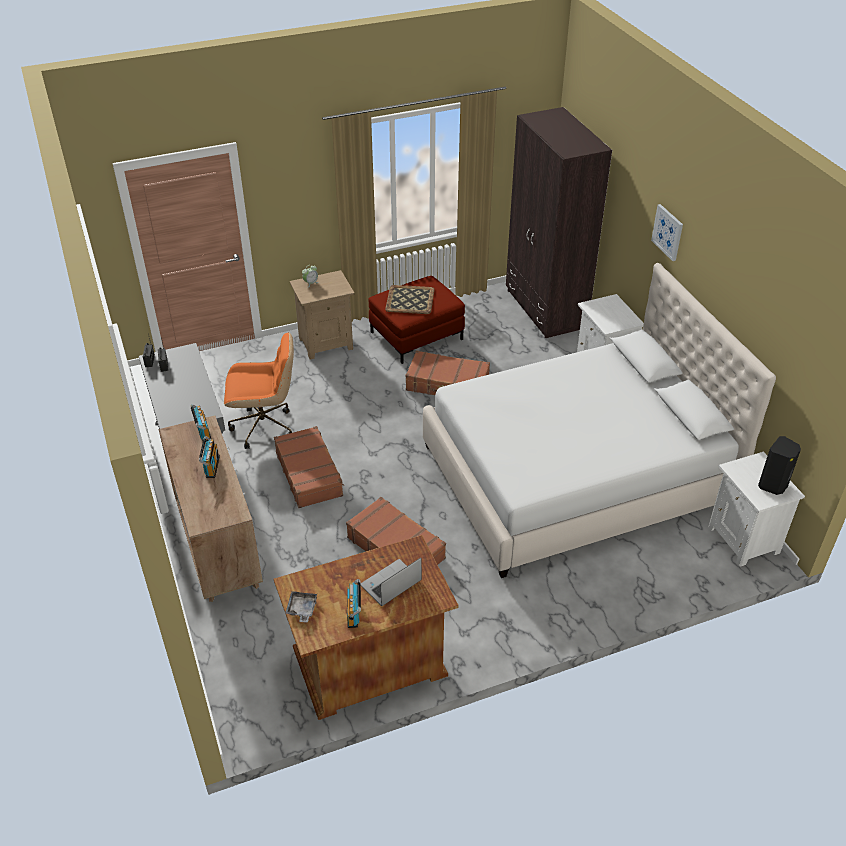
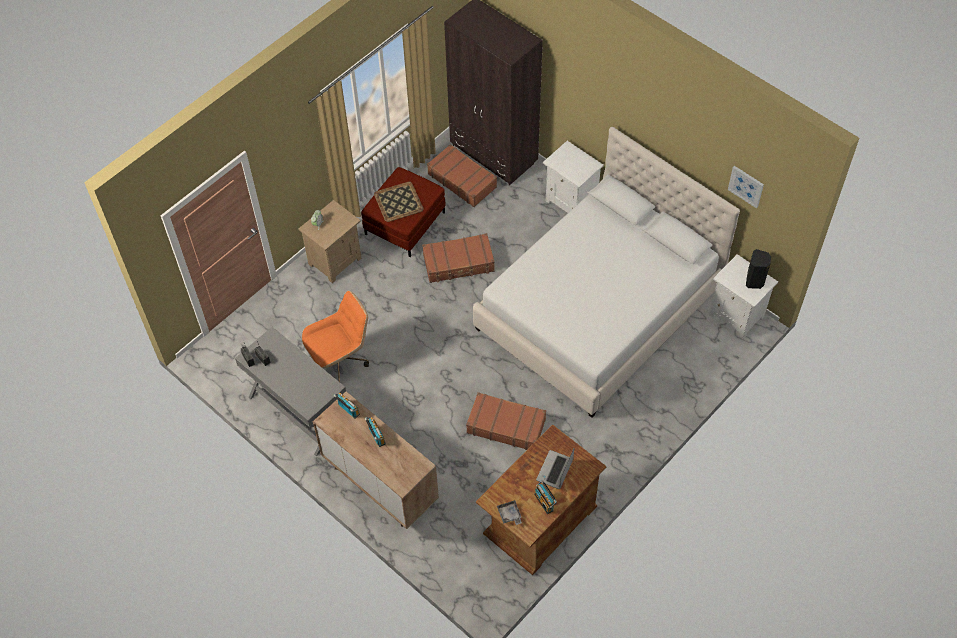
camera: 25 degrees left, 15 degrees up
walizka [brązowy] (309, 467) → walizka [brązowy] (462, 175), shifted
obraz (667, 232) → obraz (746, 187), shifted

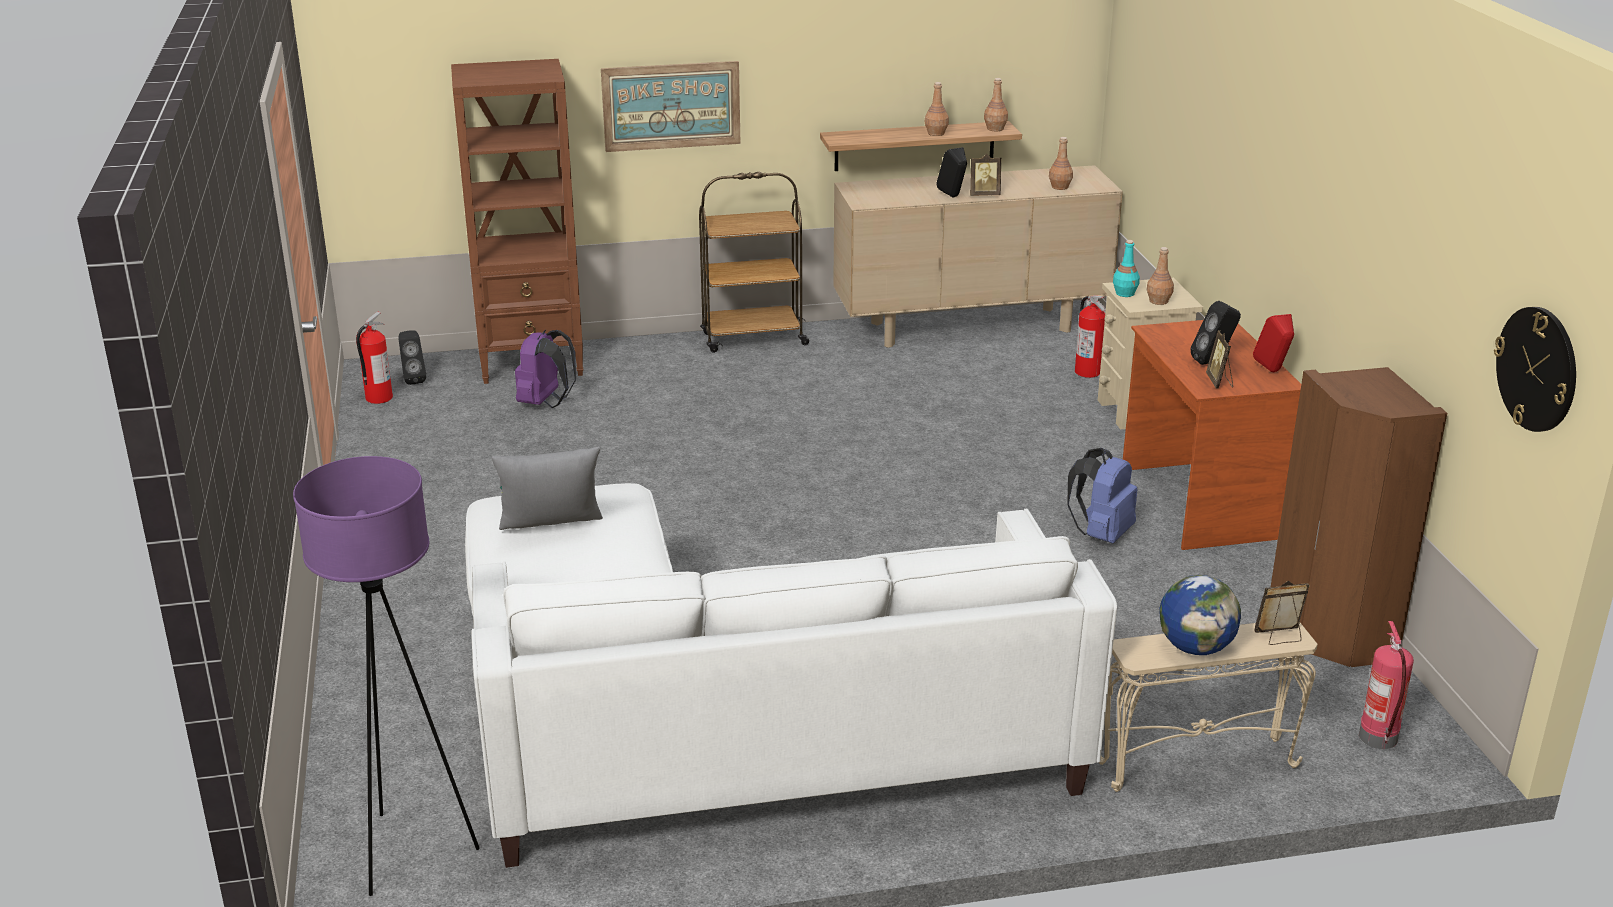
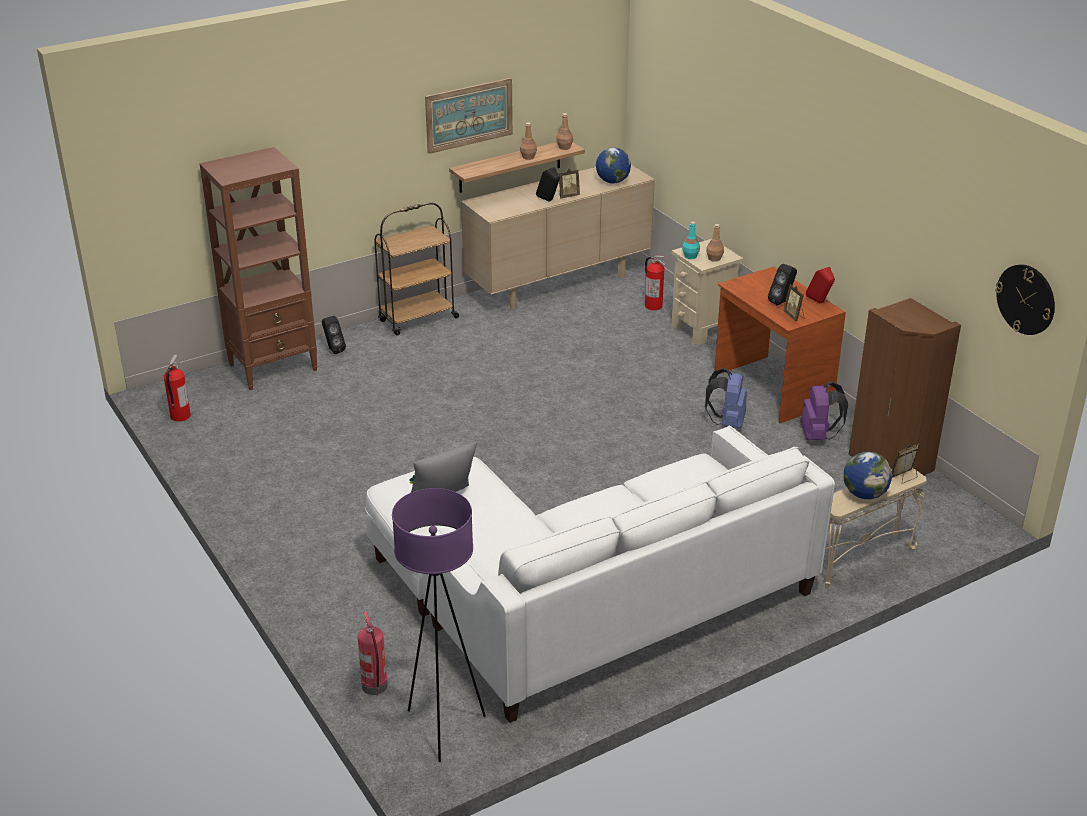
camera: 20 degrees left, 5 degrees up
głośnik [czarny] (412, 357) → głośnik [czarny] (334, 335), shifted
plecak [fioletowy] (545, 369) → plecak [fioletowy] (824, 411), shifted
obraz (671, 106) → obraz (469, 116), shifted
gaśnica (1386, 685) → gaśnica (372, 653), shifted
butelka [brązowy] (1061, 163) → globus (613, 165)

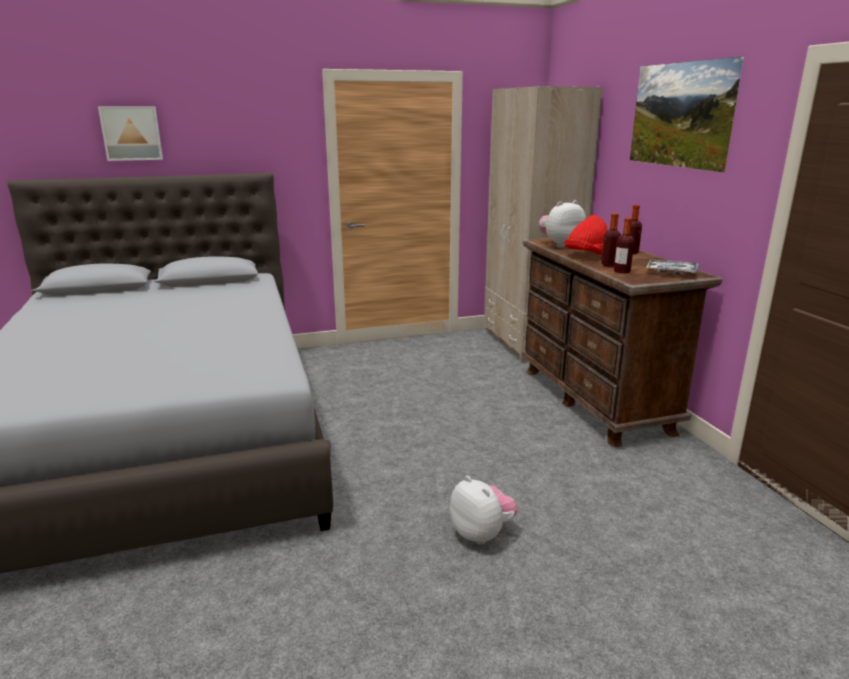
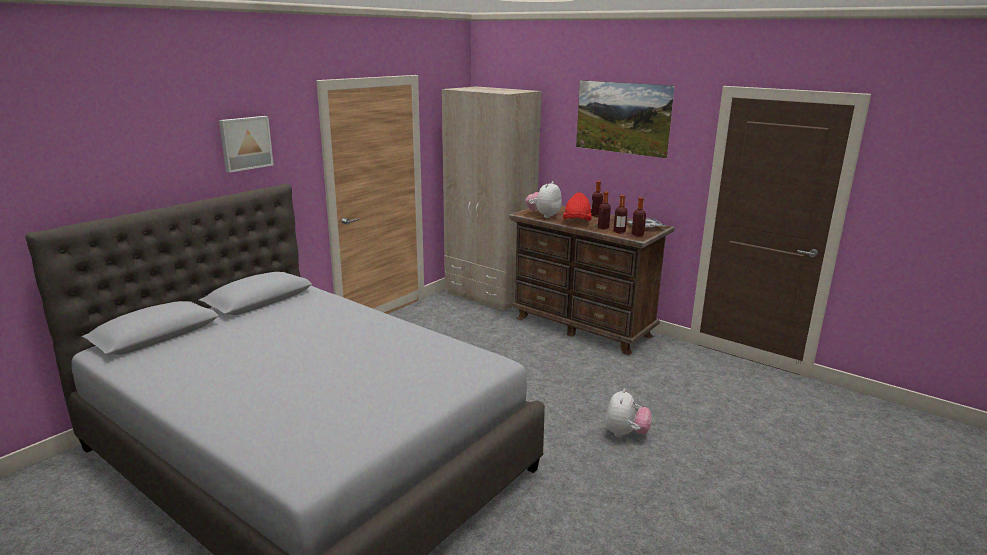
camera: 35 degrees left, 0 degrees up
- → butelka (639, 217)
obraz (130, 133) → obraz (246, 144), shifted
pluszak (484, 510) → pluszak (628, 413), 90 degrees clockwise

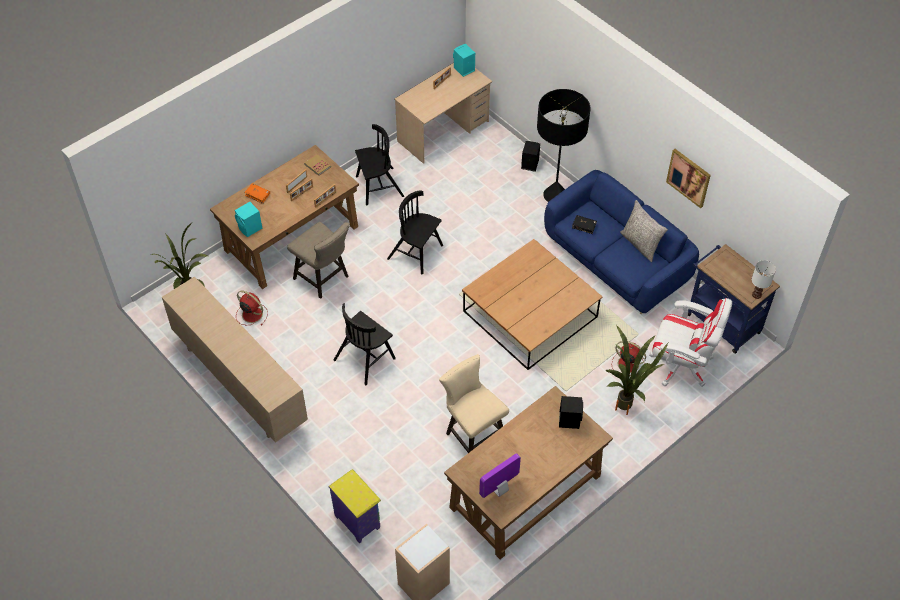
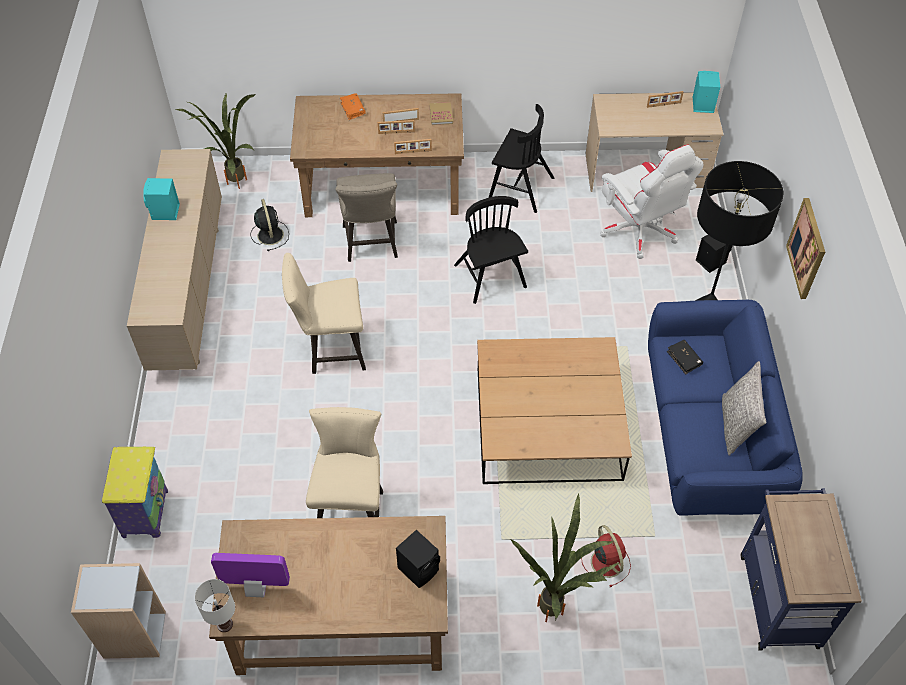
camera: 40 degrees right, 0 degrees up
głośnik [turkusowy] (248, 219) → głośnik [turkusowy] (161, 199), shifted
krzesło biurowe [biały] (690, 342) → krzesło biurowe [biały] (652, 201), shifted
obraz (688, 178) → obraz (805, 248), shifted
lampa stołowa [biały] (764, 279) → lampa stołowa [biały] (215, 605), shifted
krzesło [czarny] (365, 344) → stołek [beżowy] (324, 313)
wentylator [czerwony] (252, 308) → wentylator [czarny] (269, 225)

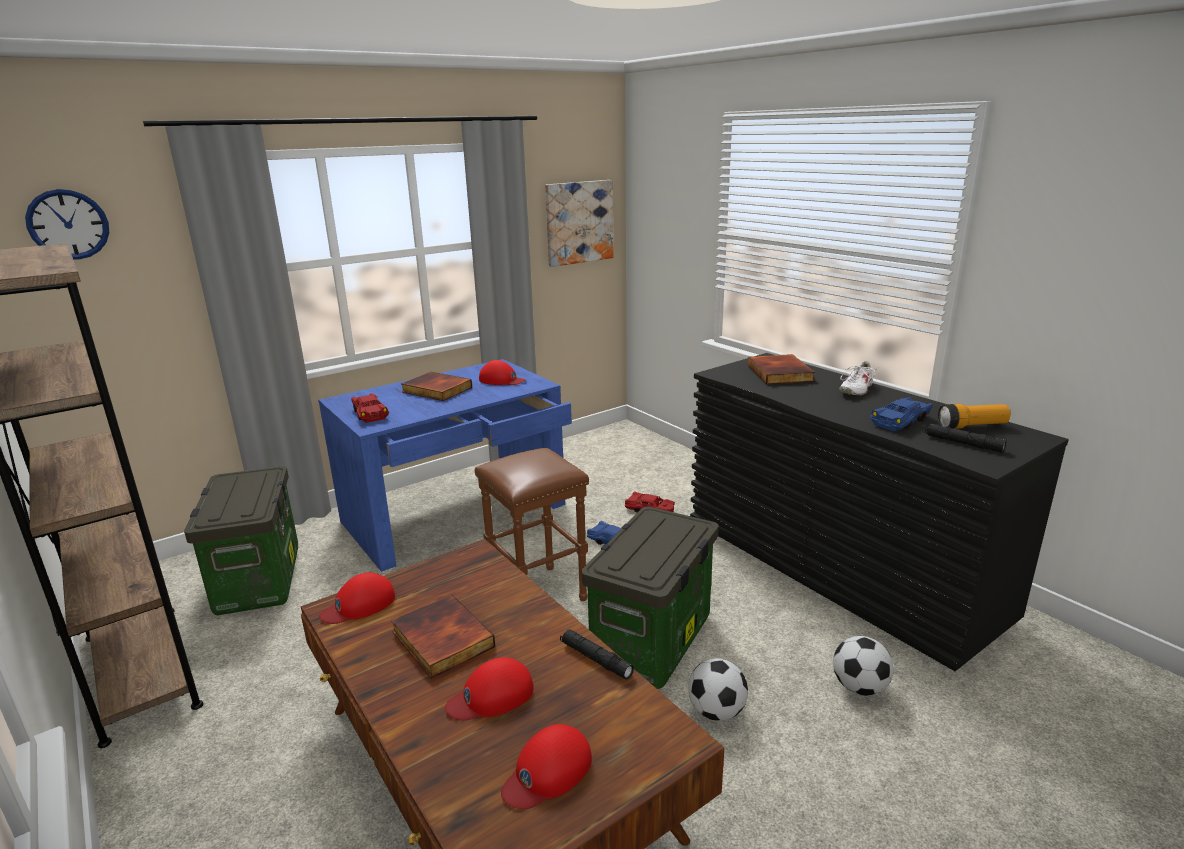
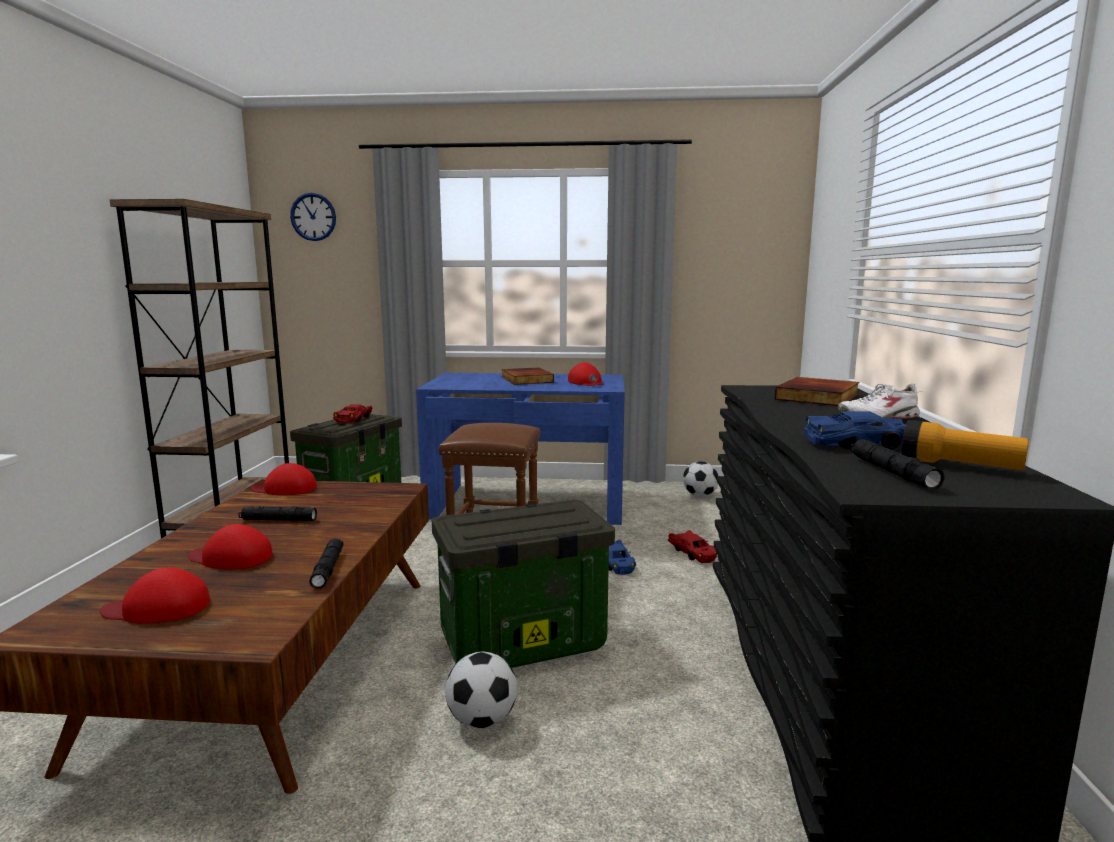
camera: 40 degrees right, 10 degrees down
obraz (579, 223) → -
samochodzik [czerwony] (370, 408) → samochodzik [czerwony] (352, 413), shifted
piłka futbolowa (863, 666) → piłka futbolowa (700, 479), shifted
książka (443, 637) → latarka [czarny] (277, 513)

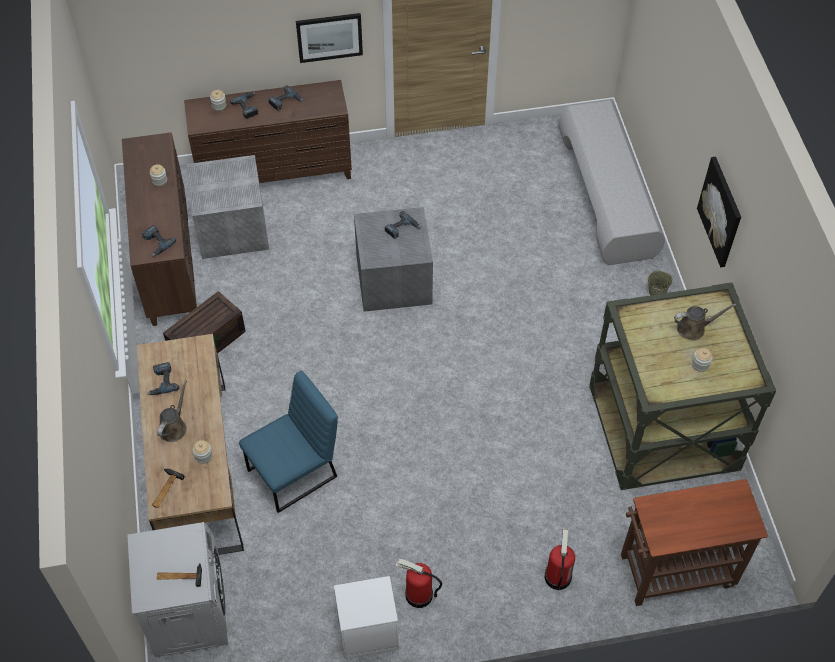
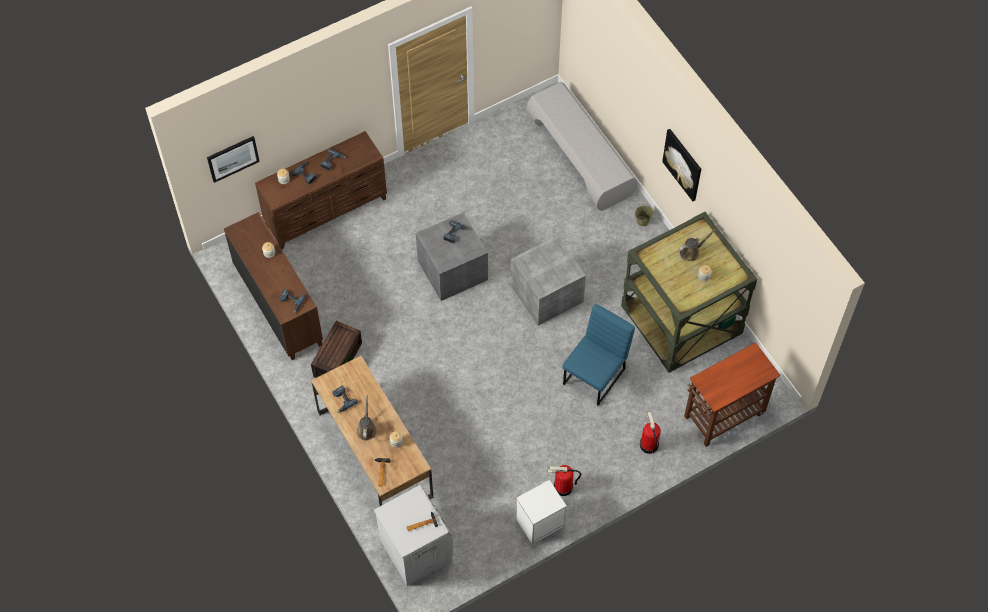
camera: 20 degrees left, 5 degrees up
pojemnik do przechowywania [szary] (228, 207) → pojemnik do przechowywania [szary] (548, 280), shifted
krzesło [niebieski] (288, 441) → krzesło [niebieski] (598, 355), shifted
obraz (329, 38) → obraz (233, 159), shifted

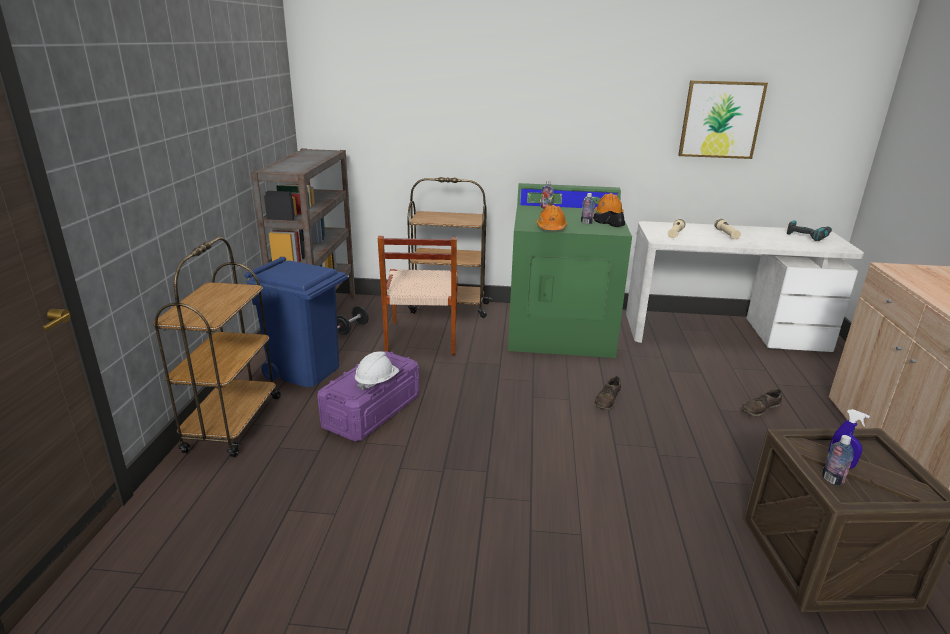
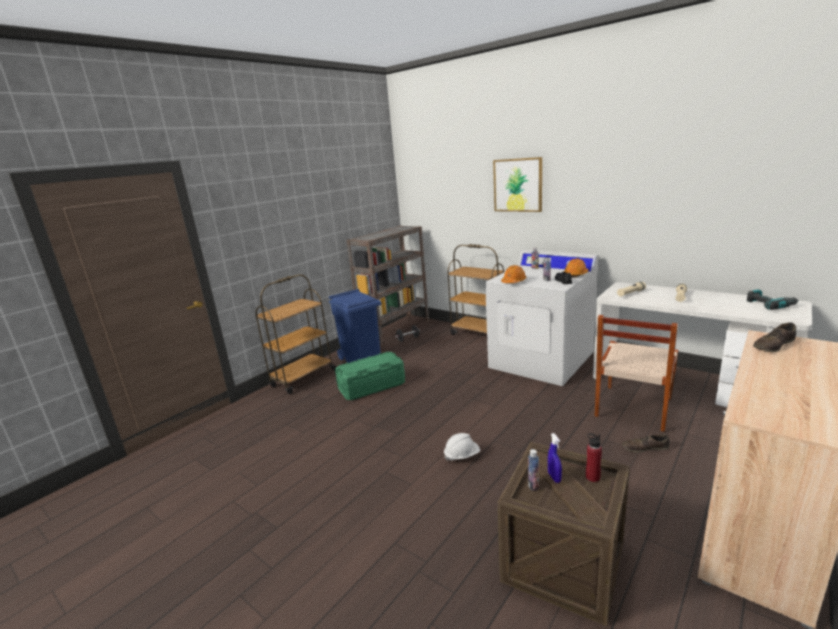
camera: 35 degrees right, 5 degrees down
- → butelka [czerwony] (594, 457)
kask [biały] (377, 370) → kask [biały] (462, 447), shifted
krzesło (418, 295) → krzesło (636, 373), shifted
but [brązowy] (607, 393) → but [brązowy] (774, 337), shifted
obraz (723, 119) → obraz (517, 184), shifted
pojemnik do przechowywania [fioletowy] (368, 396) → pojemnik do przechowywania [zielony] (370, 376)
pralka [zielony] (570, 270) → pralka [biały] (542, 317)

